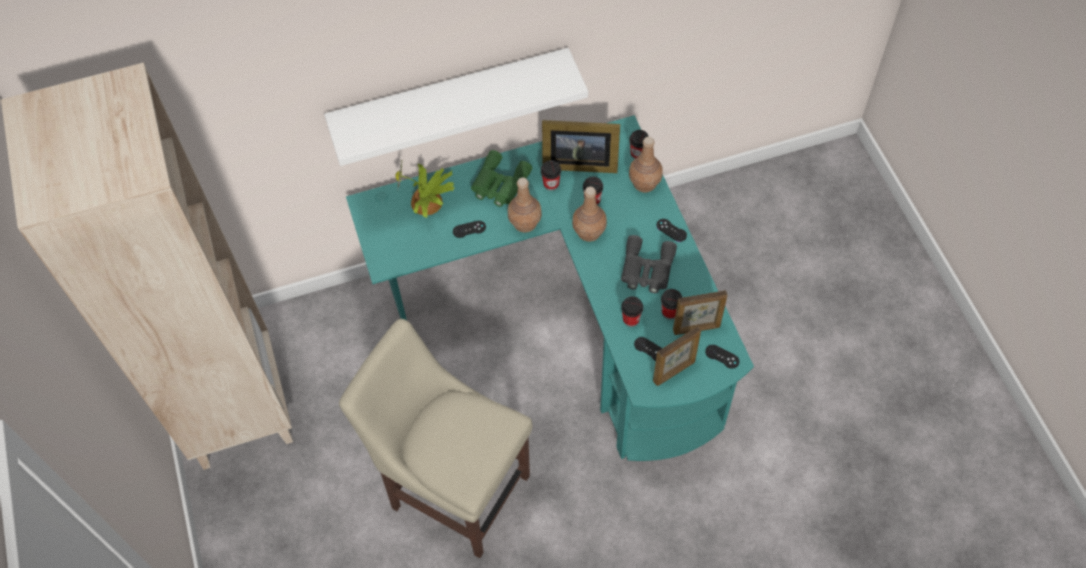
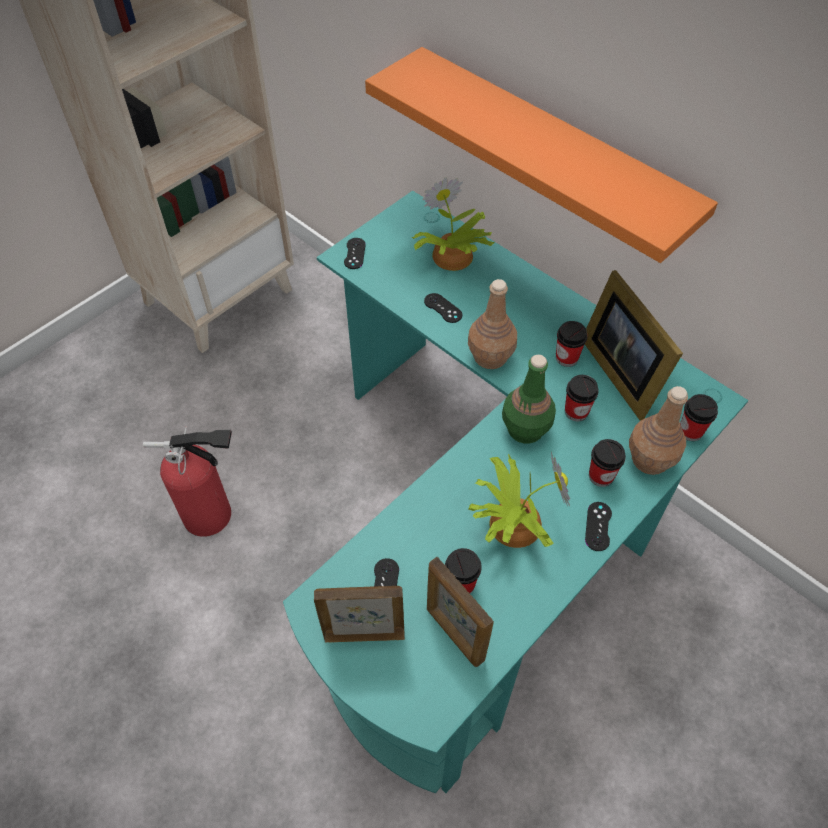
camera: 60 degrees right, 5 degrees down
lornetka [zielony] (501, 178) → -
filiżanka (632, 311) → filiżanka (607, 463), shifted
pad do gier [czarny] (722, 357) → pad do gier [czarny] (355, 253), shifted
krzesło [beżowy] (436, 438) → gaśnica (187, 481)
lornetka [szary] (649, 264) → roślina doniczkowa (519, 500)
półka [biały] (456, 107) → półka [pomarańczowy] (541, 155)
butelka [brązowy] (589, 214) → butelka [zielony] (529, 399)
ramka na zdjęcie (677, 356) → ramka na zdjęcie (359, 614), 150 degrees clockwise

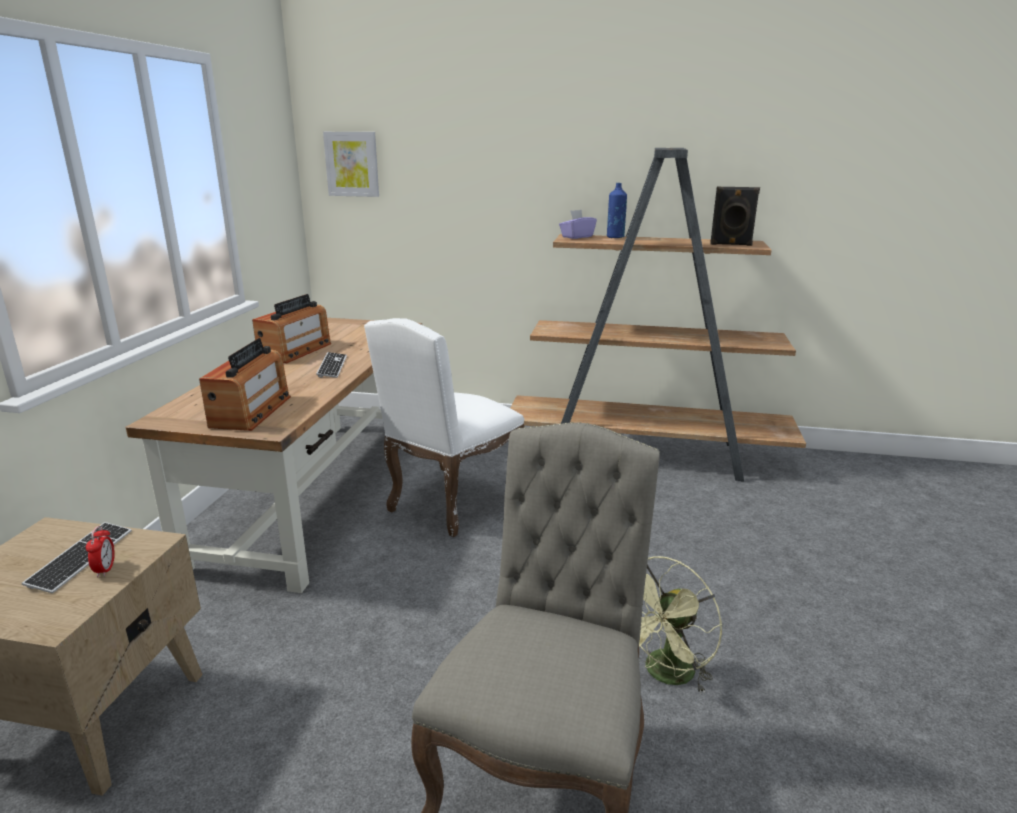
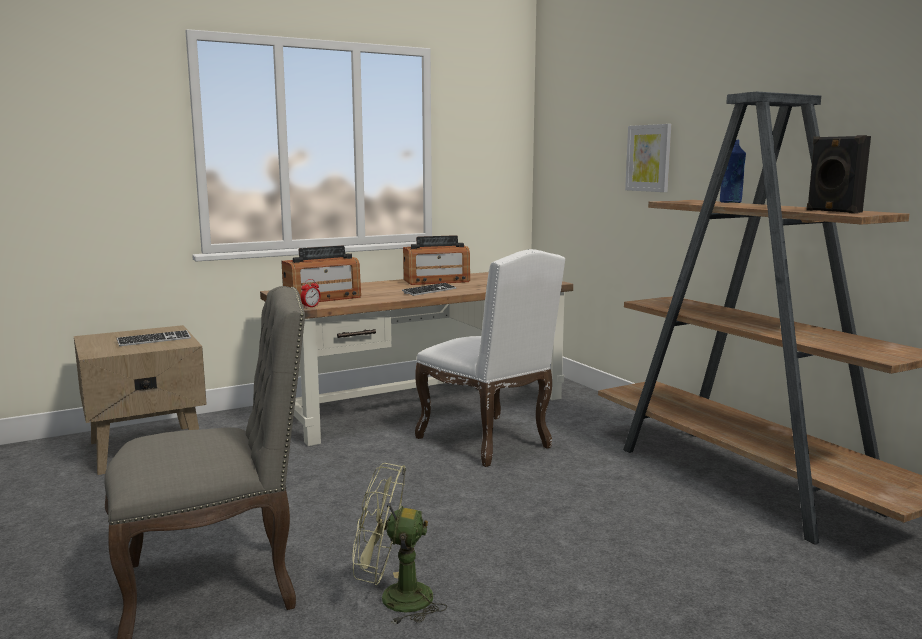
camera: 50 degrees right, 10 degrees down
pudełko chusteczek [fioletowy] (578, 224) → -
budzik (100, 551) → budzik (310, 293), shifted
obraz (351, 164) → obraz (648, 158), shifted
krzesło [biały] (444, 427) → krzesło [biały] (490, 358), 120 degrees counterclockwise

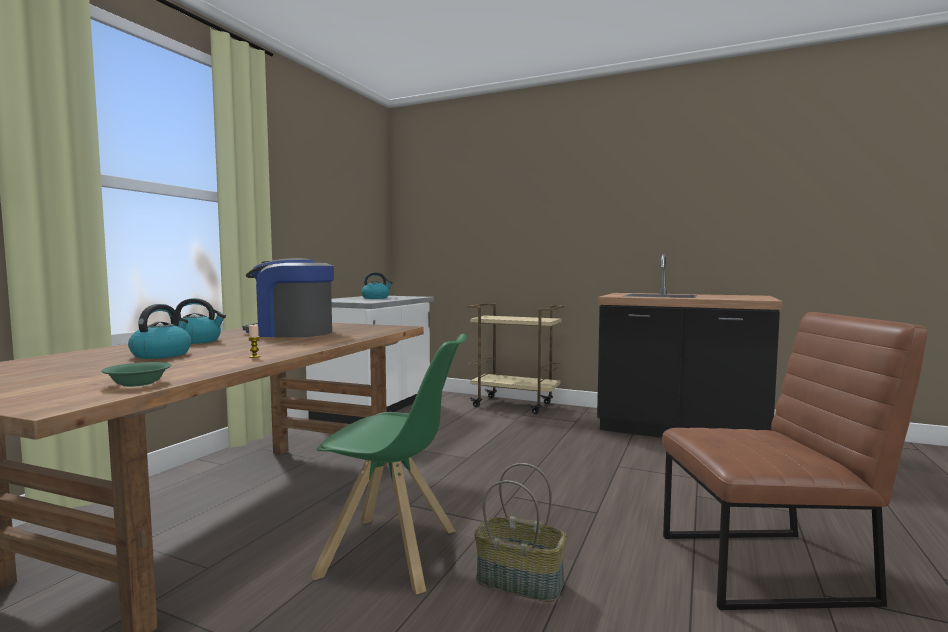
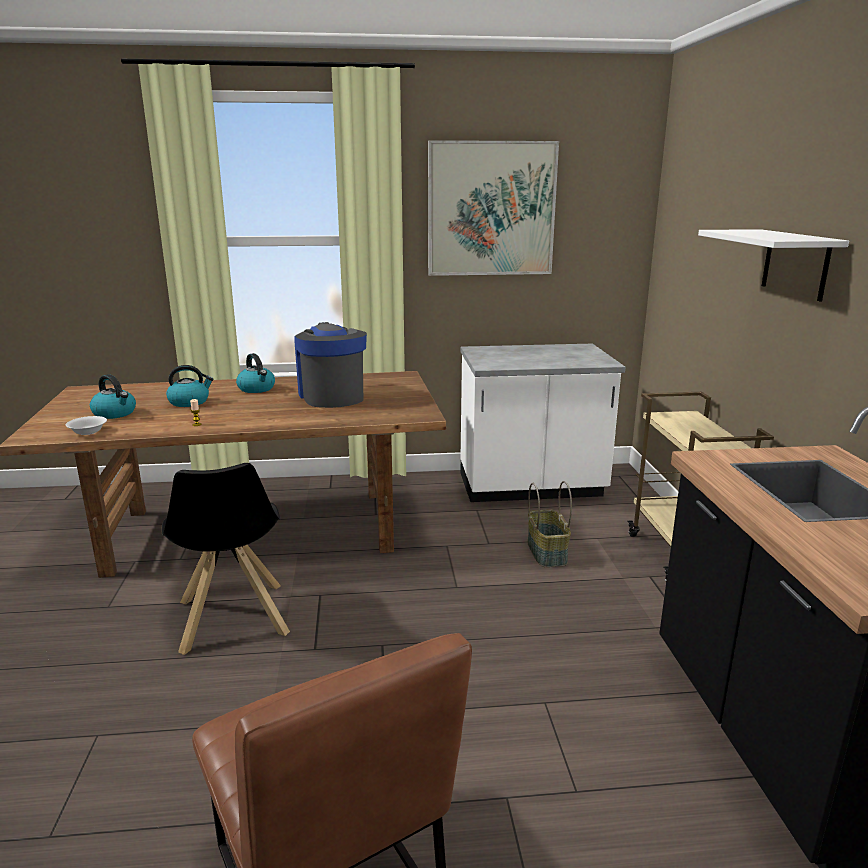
camera: 60 degrees right, 15 degrees up
- → obraz (493, 208)
- → półka [biały] (773, 265)
czajnik (377, 285) → czajnik (113, 396), shifted
koszyk (520, 532) → koszyk (550, 524), shifted
miska [zielony] (136, 374) → miska [biały] (86, 425)
krzesło [zielony] (389, 464) → krzesło [czarny] (226, 559)

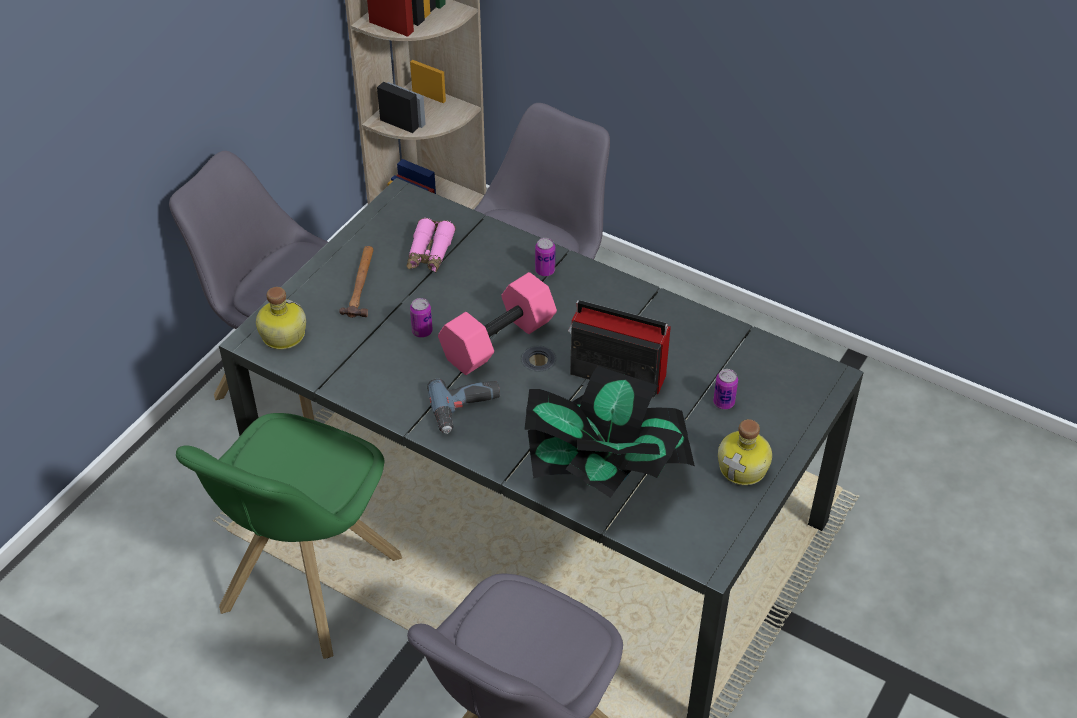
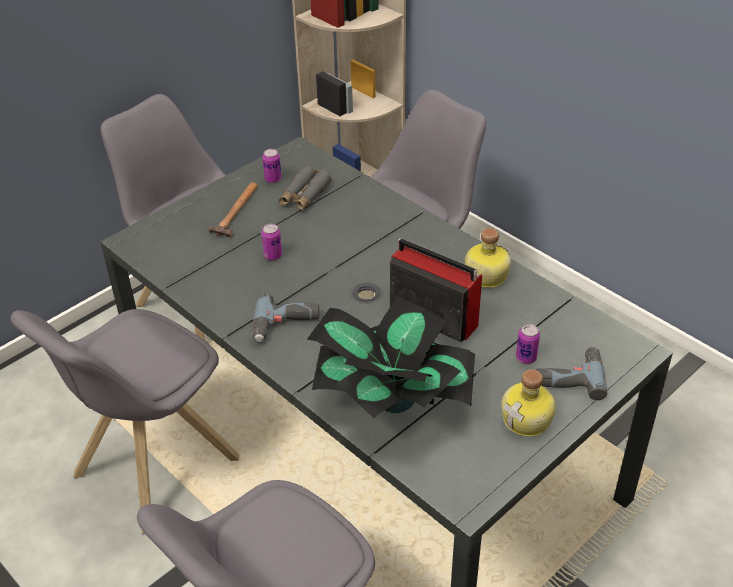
camera: 15 degrees right, 5 degrees down
hantel [różowy] (497, 323) → -
- → wiertarka (571, 373)
butelka (281, 318) → butelka (488, 258), shifted
puszka (545, 257) → puszka (272, 166), shifted
krzesło [zielony] (289, 536) → krzesło [szary] (125, 421)
lornetka [różowy] (431, 245) → lornetka [szary] (305, 188)

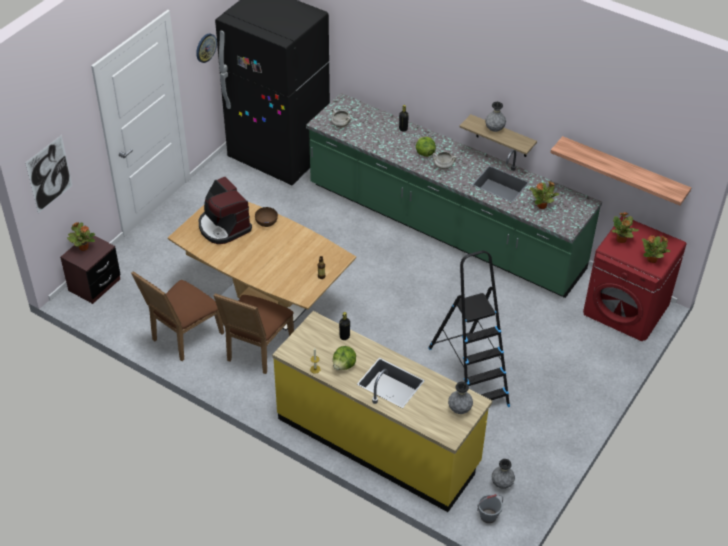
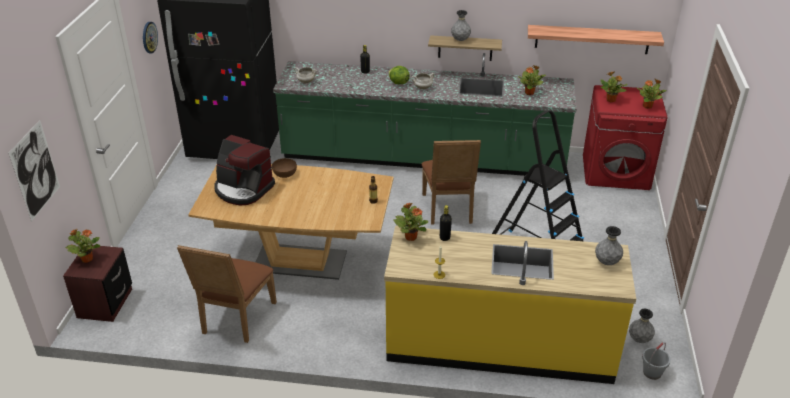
camera: 25 degrees left, 10 degrees down
sałata (344, 358) → -
- → roślina doniczkowa (411, 222)
krzesło [brązowy] (253, 333) → krzesło [brązowy] (451, 182), shifted

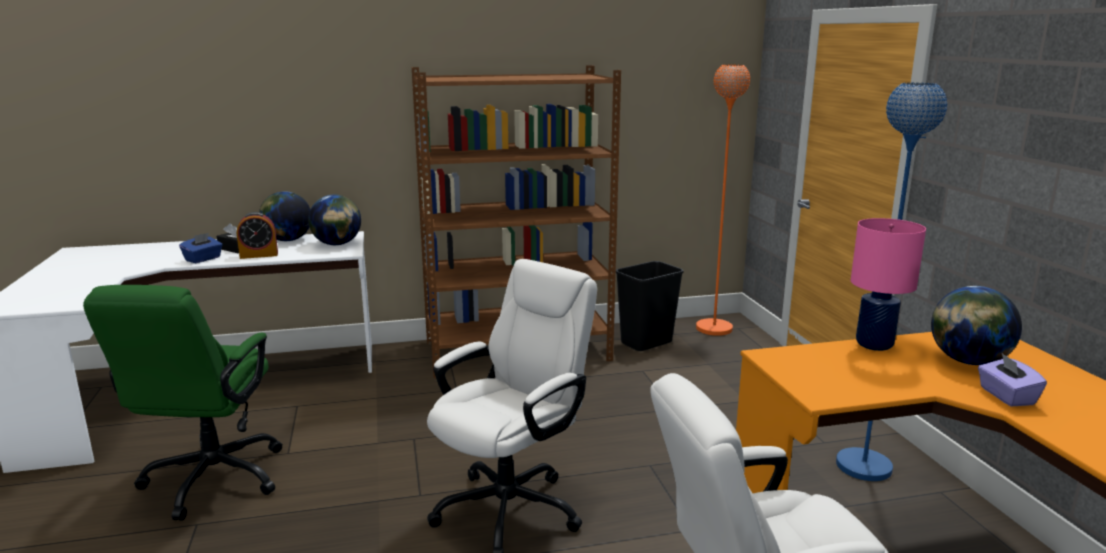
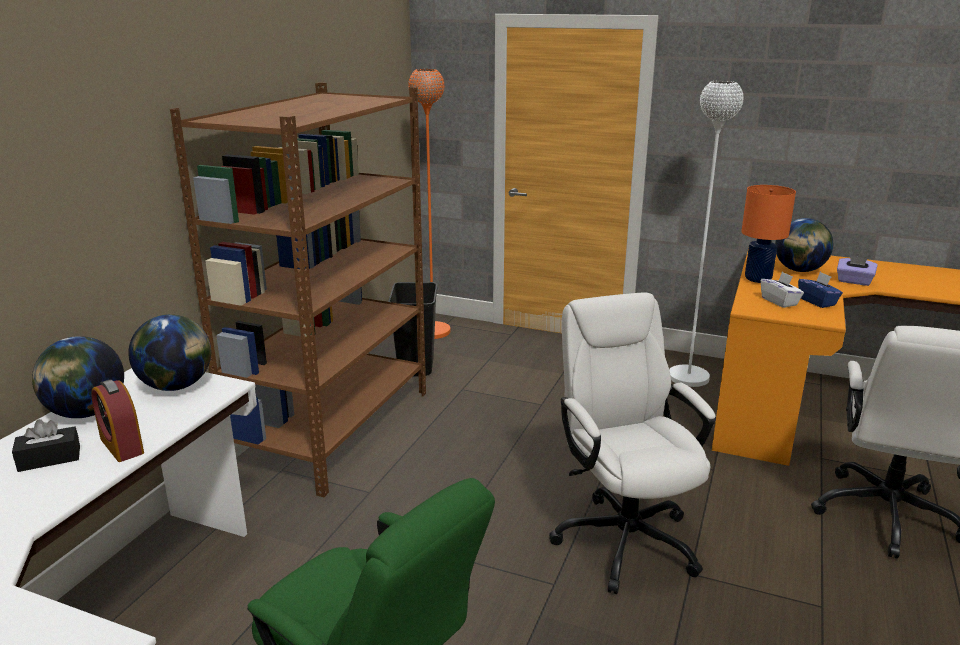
camera: 55 degrees left, 5 degrees up
- → pudełko chusteczek [biały] (782, 290)
pudełko chusteczek [niebieski] (200, 248) → pudełko chusteczek [niebieski] (820, 290), shifted
lampa stojąca [niebieski] (891, 282) → lampa stojąca [biały] (706, 234)
lampa stołowa [różowy] (888, 284) → lampa stołowa [pomarańczowy] (768, 234)
budzik (257, 235) → budzik (117, 420), 120 degrees clockwise

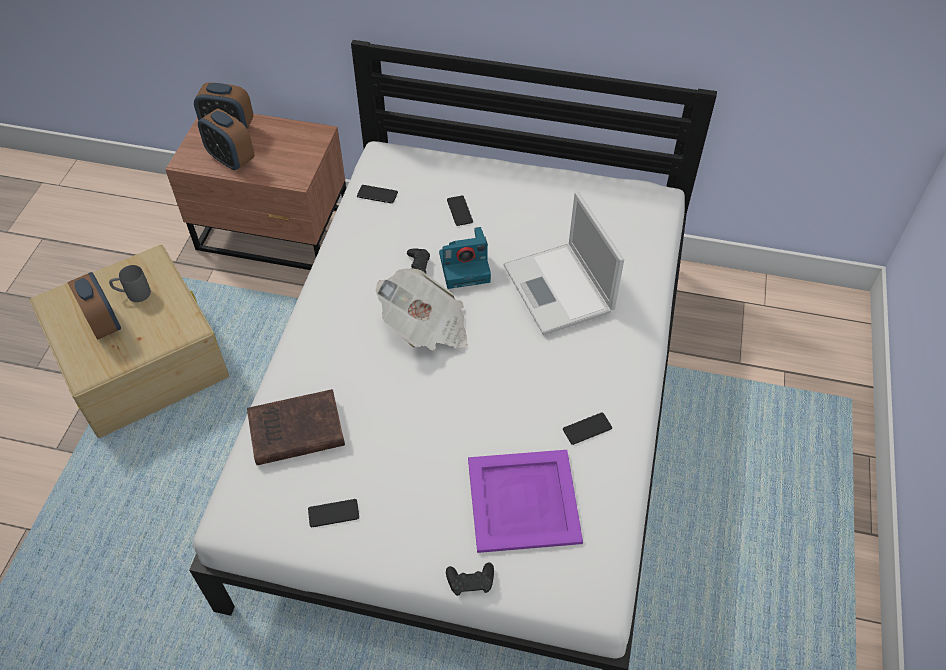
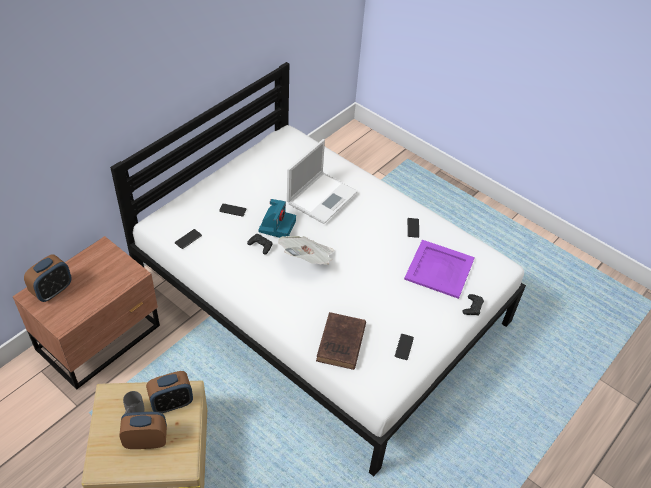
camera: 65 degrees left, 5 degrees down
budzik (226, 139) → budzik (169, 392), shifted
laptop (564, 263) → laptop (322, 181), 60 degrees counterclockwise

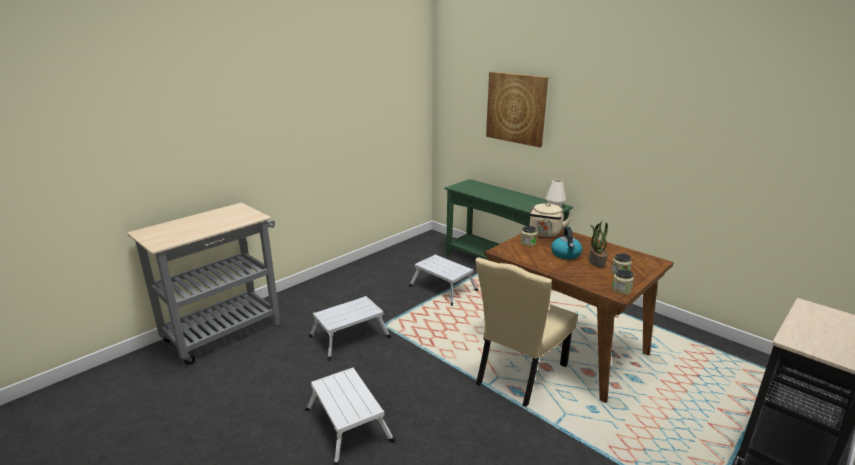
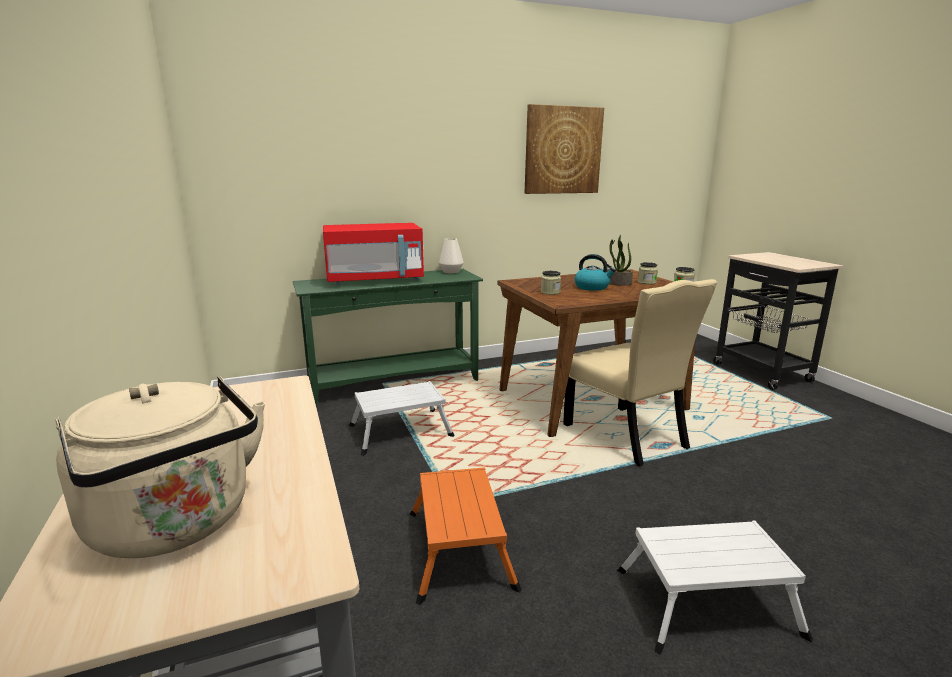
camera: 65 degrees left, 5 degrees down
- → mikrofalówka [czerwony] (373, 254)
obraz (517, 109) → obraz (564, 149), shifted
czajnik [beżowy] (550, 220) → czajnik [beżowy] (160, 467), shifted
drabinka [biały] (349, 328) → drabinka [pomarańczowy] (465, 536)

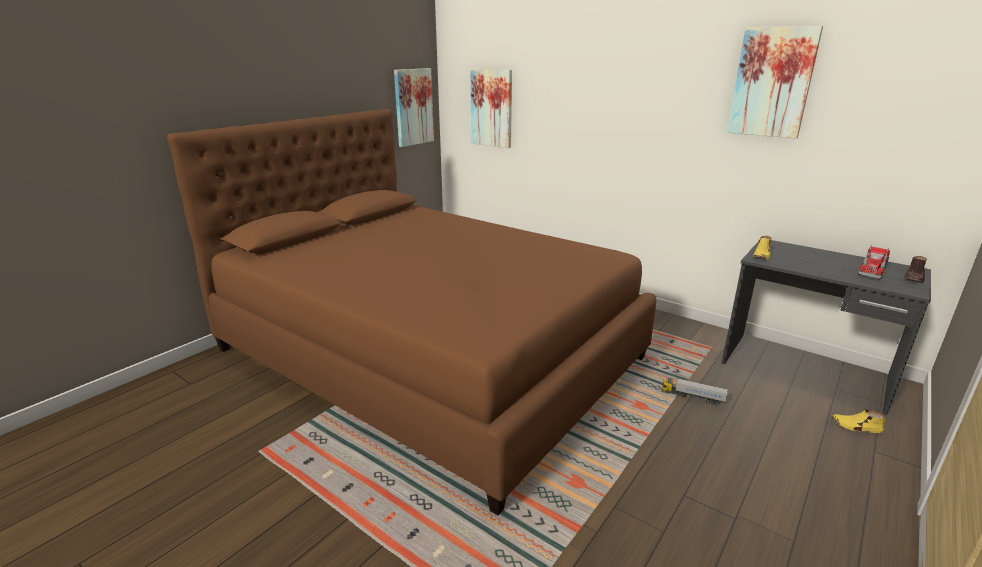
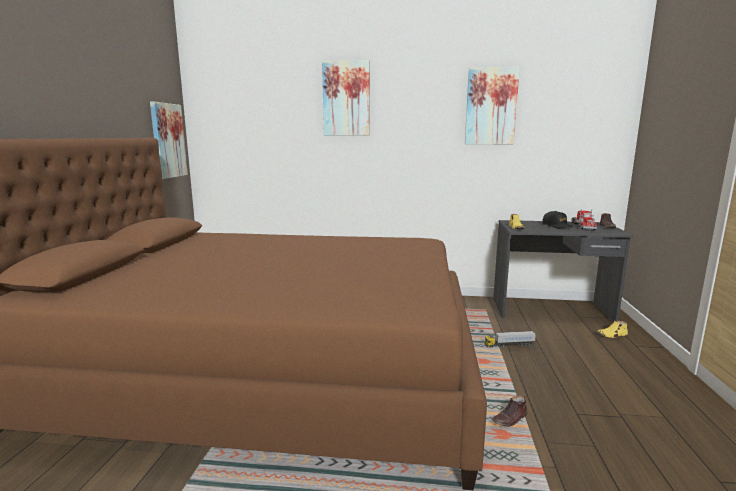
camera: 30 degrees left, 10 degrees down
- → but [brązowy] (510, 411)
- → czapka z daszkiem [czarny] (557, 219)
obraz (491, 108) → obraz (346, 97), shifted

